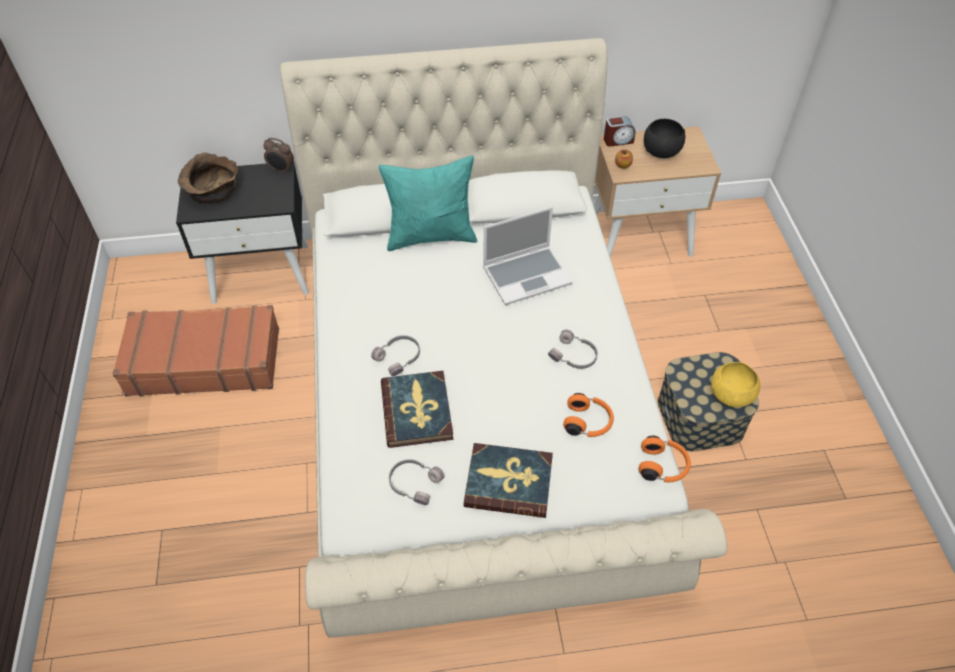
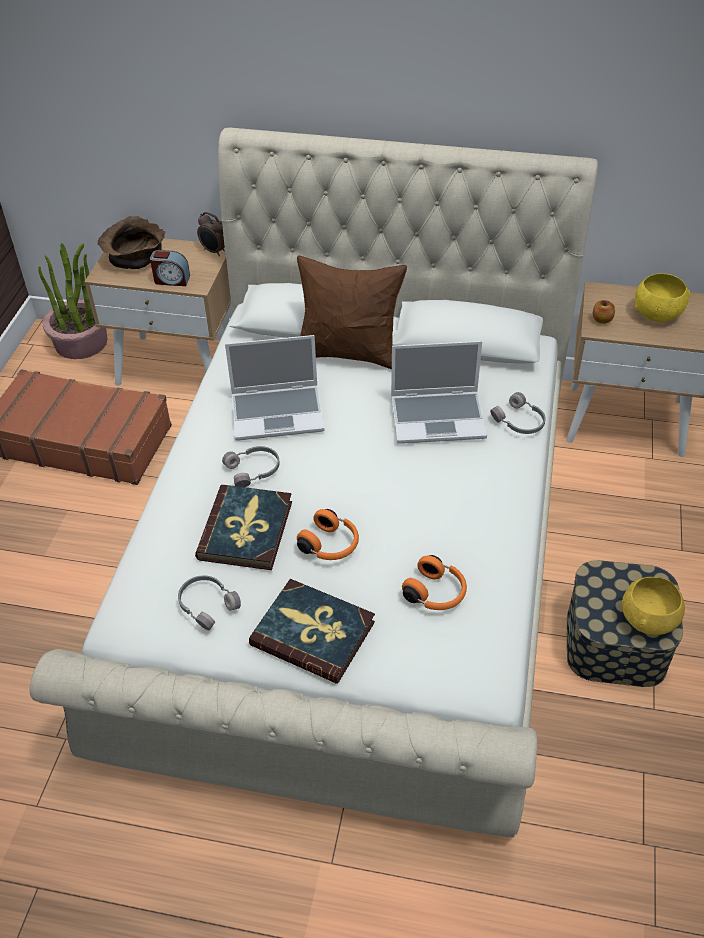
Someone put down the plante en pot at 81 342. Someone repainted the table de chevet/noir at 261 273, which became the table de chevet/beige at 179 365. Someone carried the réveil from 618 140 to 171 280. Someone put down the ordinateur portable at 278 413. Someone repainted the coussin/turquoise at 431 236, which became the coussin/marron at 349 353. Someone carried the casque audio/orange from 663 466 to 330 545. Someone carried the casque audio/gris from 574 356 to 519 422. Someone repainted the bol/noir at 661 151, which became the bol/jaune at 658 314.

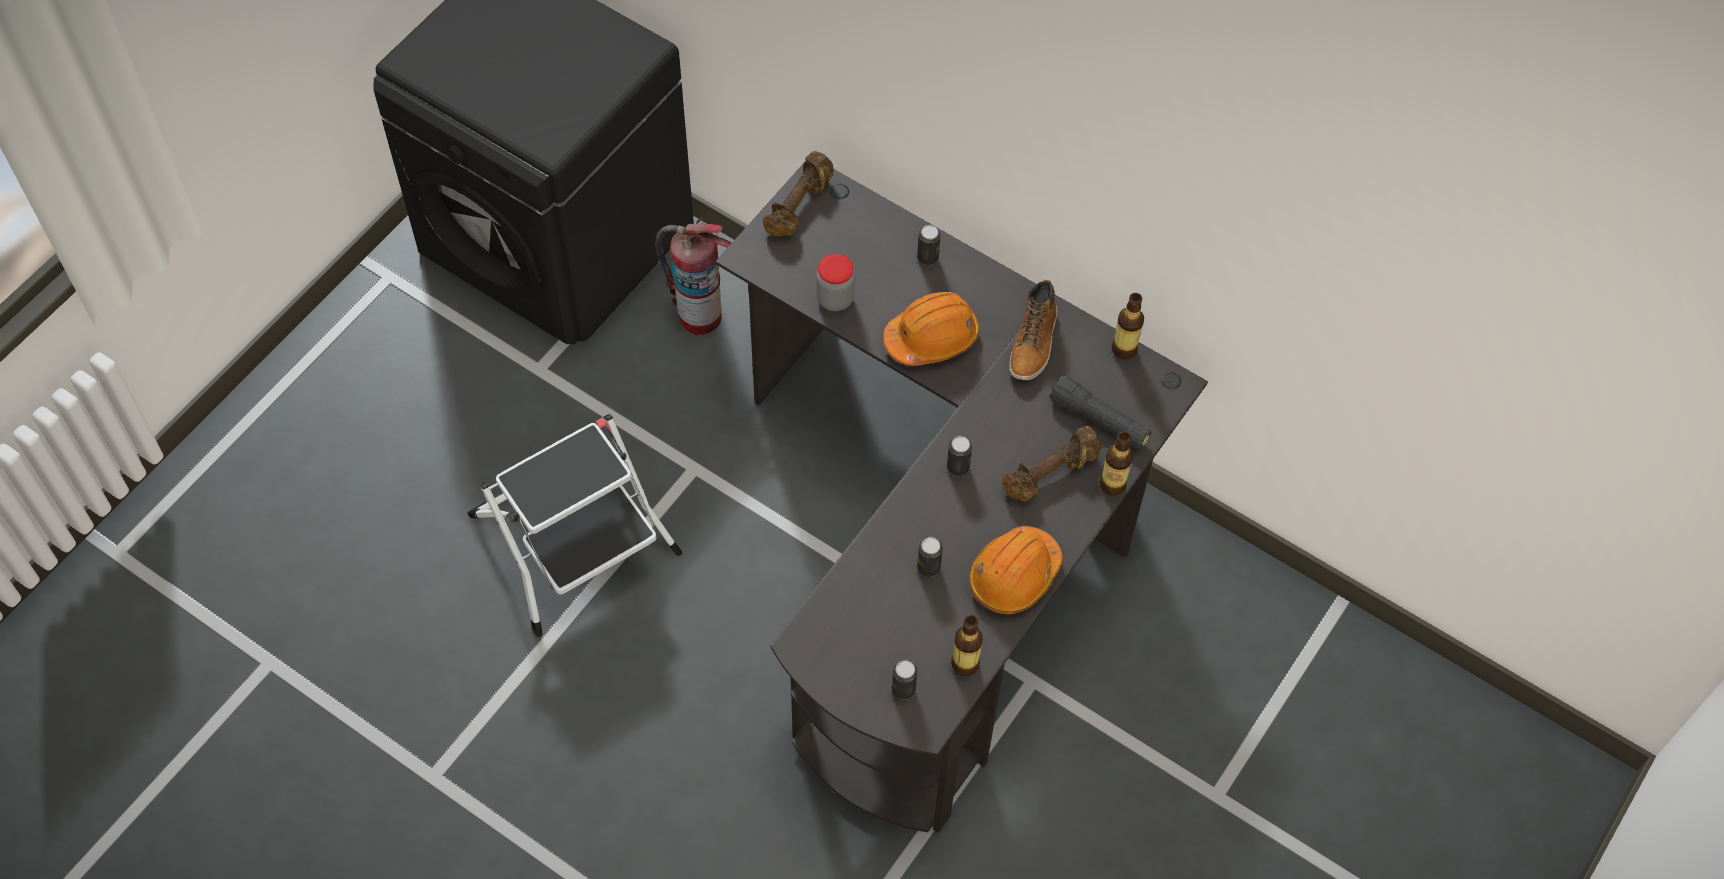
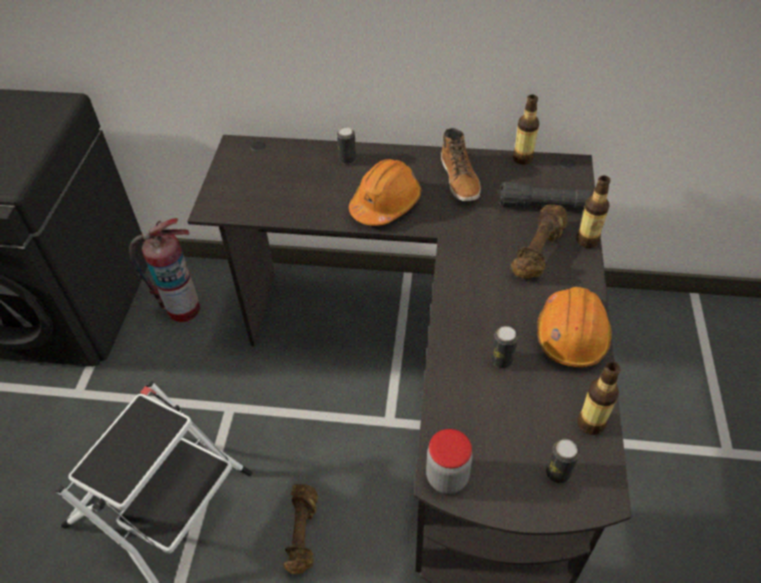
Someone carried the haltère/marron from 800 205 to 303 533. Someone carried the bocal from 835 299 to 447 477. Someone took away the boîte métallique at 958 467.

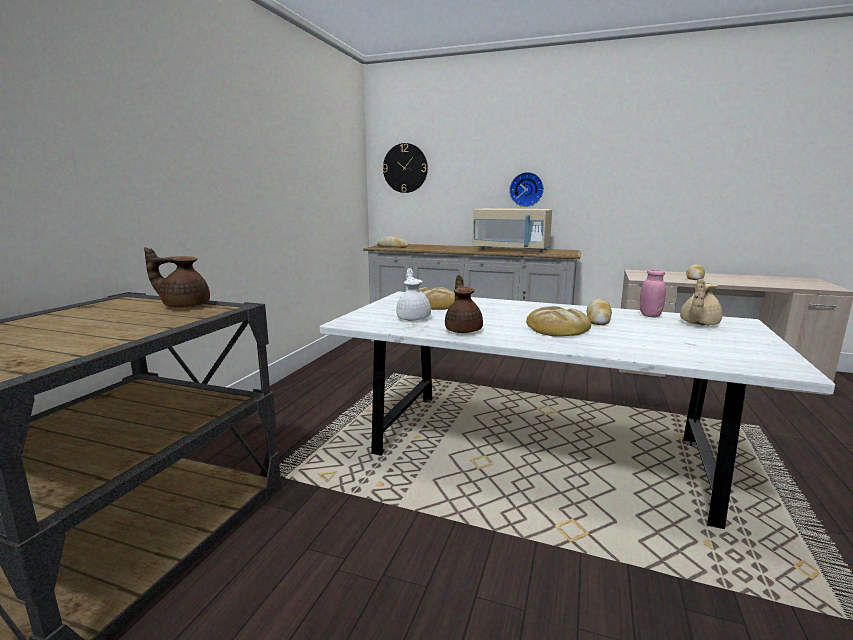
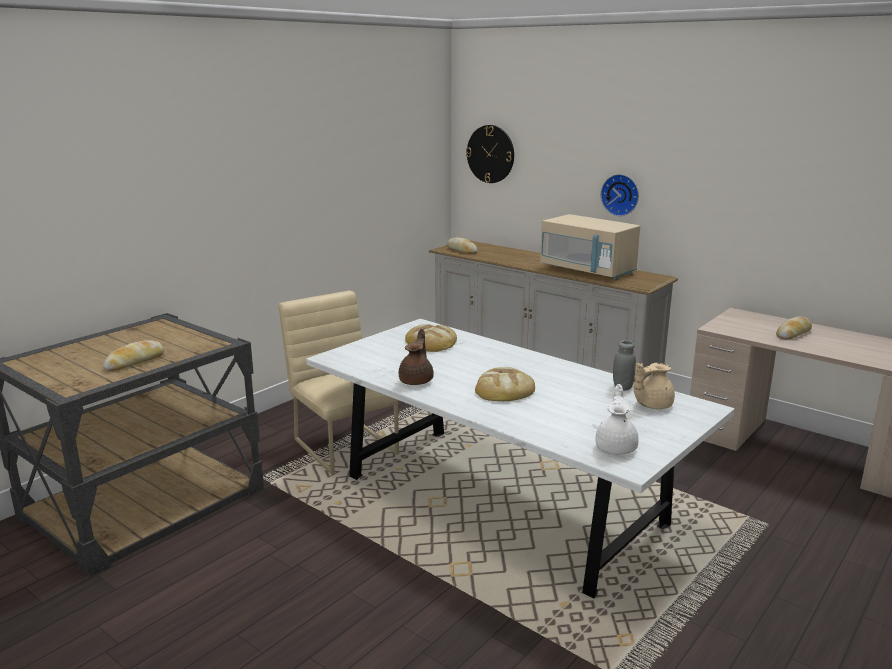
Someone carried the pain from 598 318 to 135 362. Someone put down the chaise/beige at 344 445. Someone carried the théière/blanc from 413 318 to 616 447. Someone repainted the bocal/rose at 650 315, which became the bocal/gris at 622 387. Someone took away the théière/marron at 184 305.

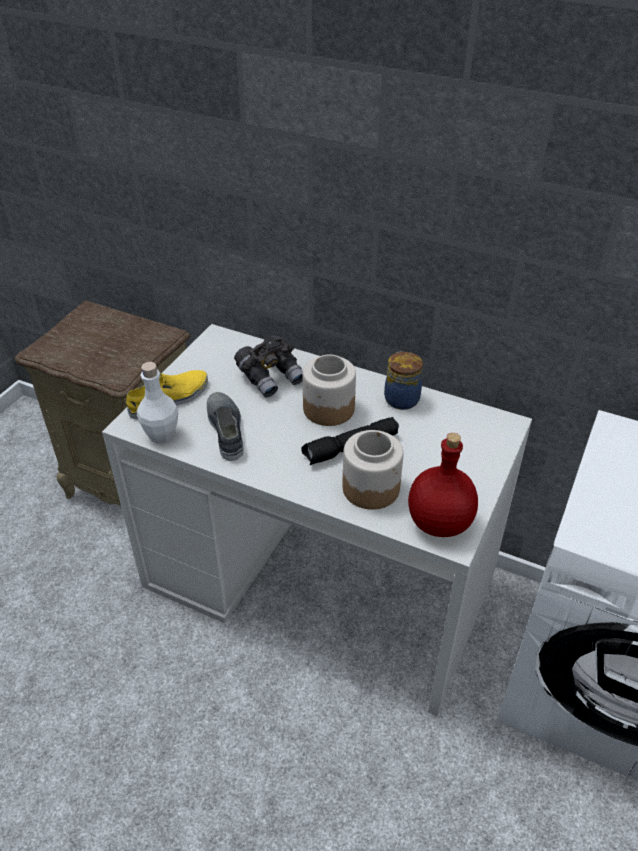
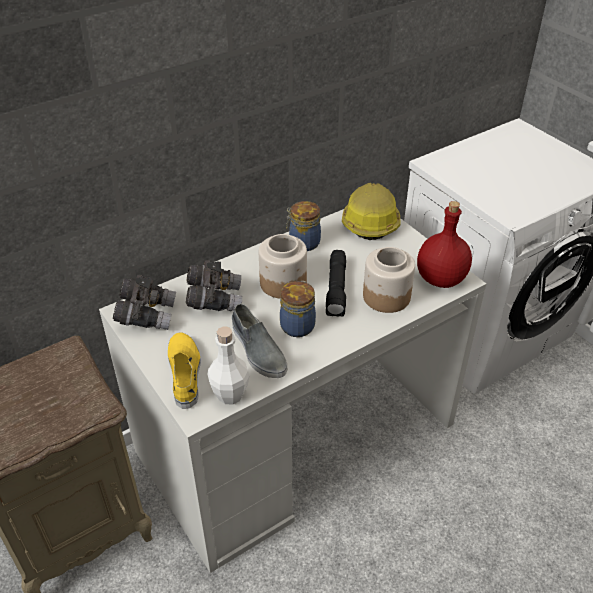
Someone put down the jumelles/gris at 146 315. Someone rotated the chaussure/gris at 226 429 by 135 degrees counterclockwise. Someone put down the bocal at 298 325. Someone put down the casque de chantier at 370 221.

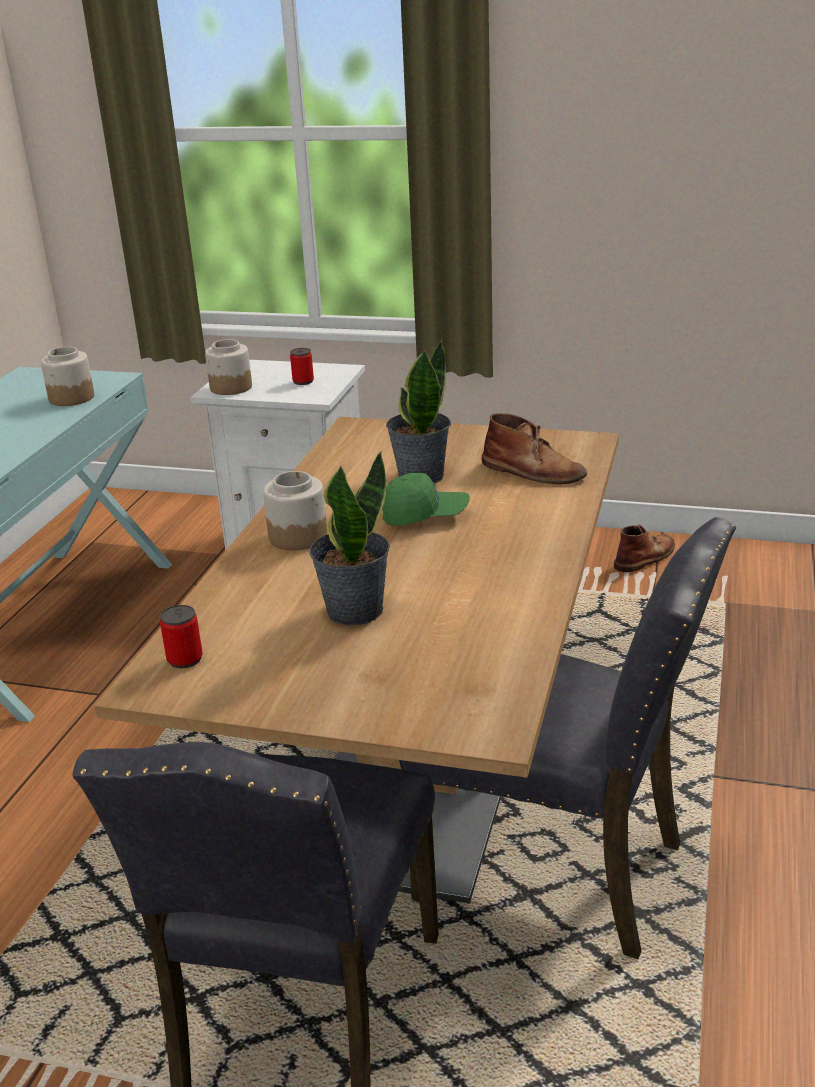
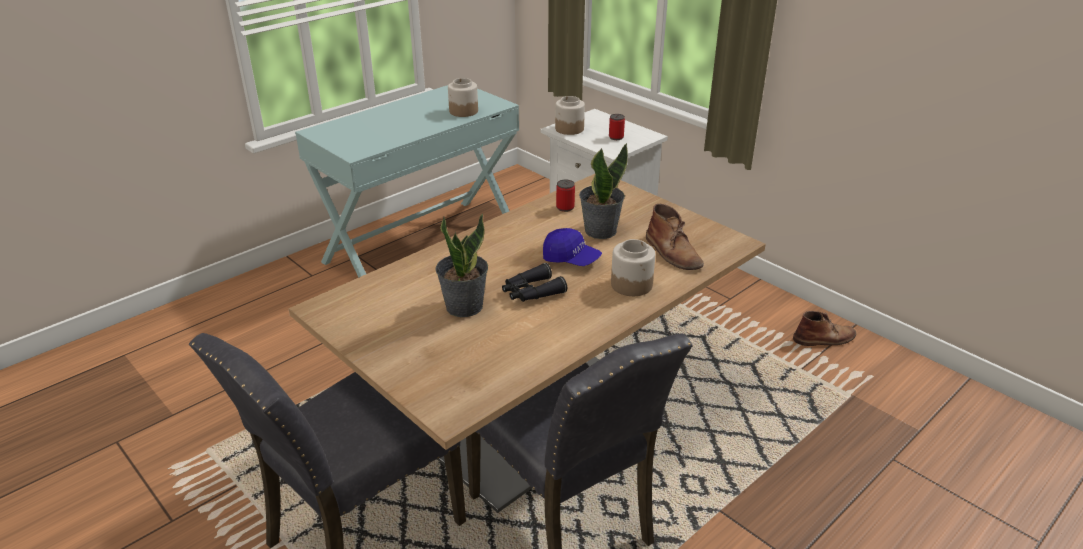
Someone put down the jumelles/noir at 531 292. Someone repainted the casquette/vert at 424 515, which became the casquette/bleu at 571 259. Someone carried the boîte métallique from 185 659 to 565 207. Someone carried the bocal from 298 536 to 631 284.

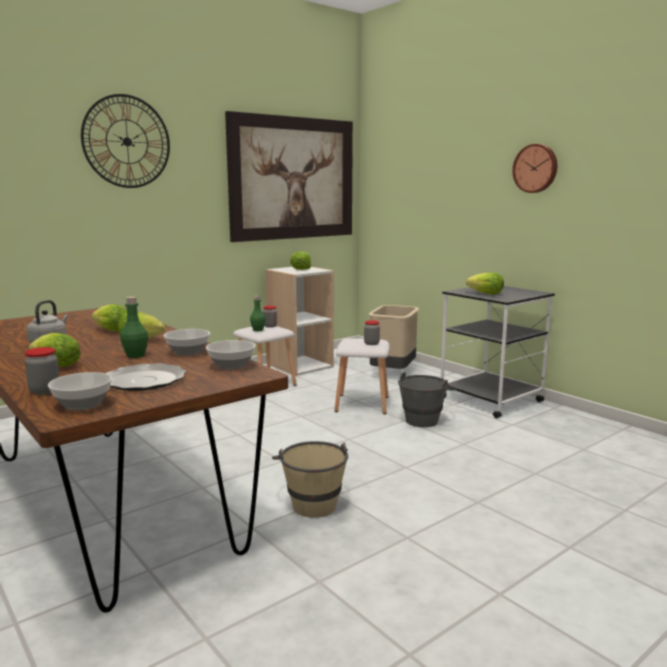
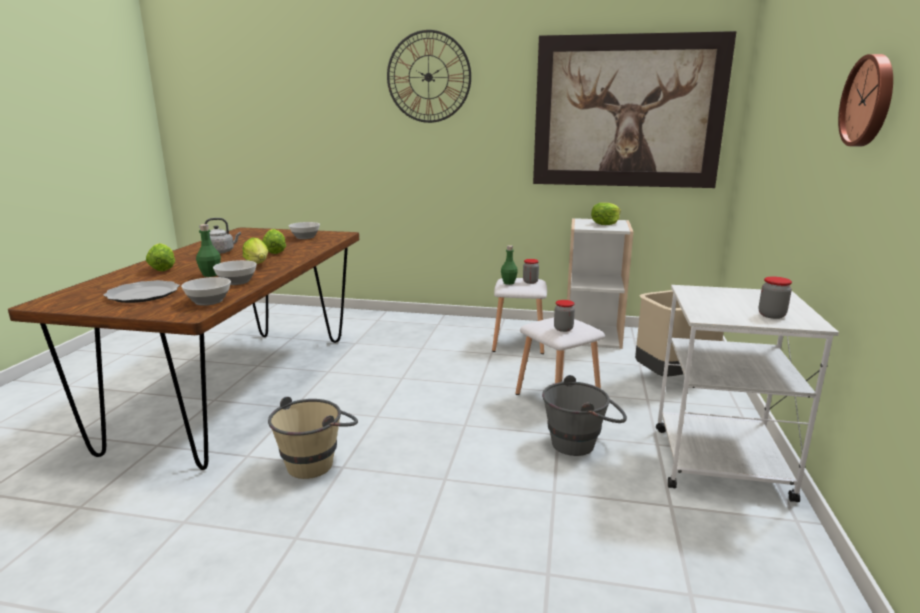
Someone carried the bol from 82 404 to 305 237. Someone repainted the chariot/noir at 492 400, which became the chariot/blanc at 720 464. Someone carried the bocal from 44 391 to 771 315. Someone took away the laitue at 486 294.

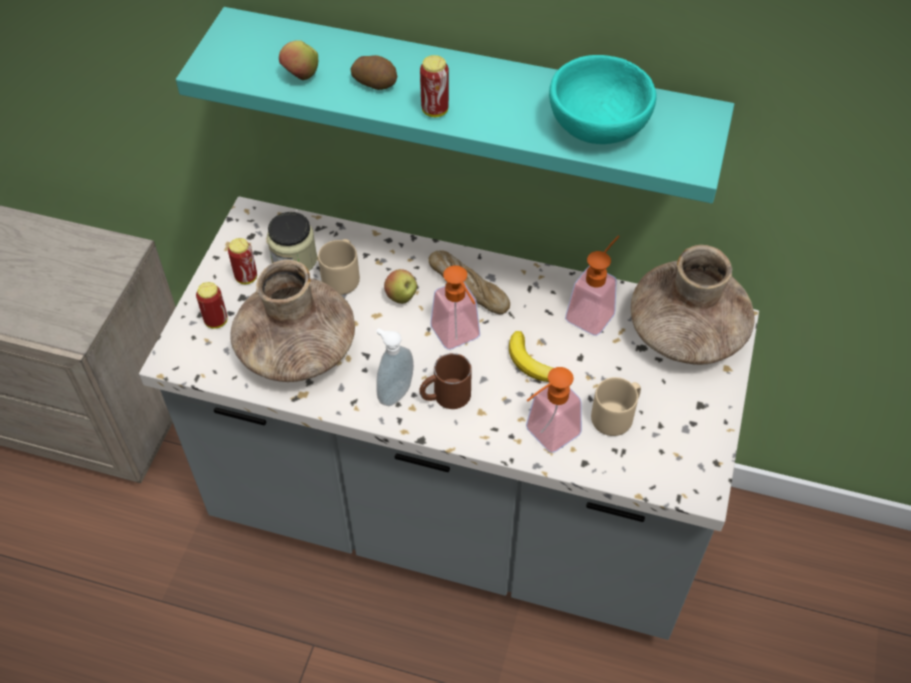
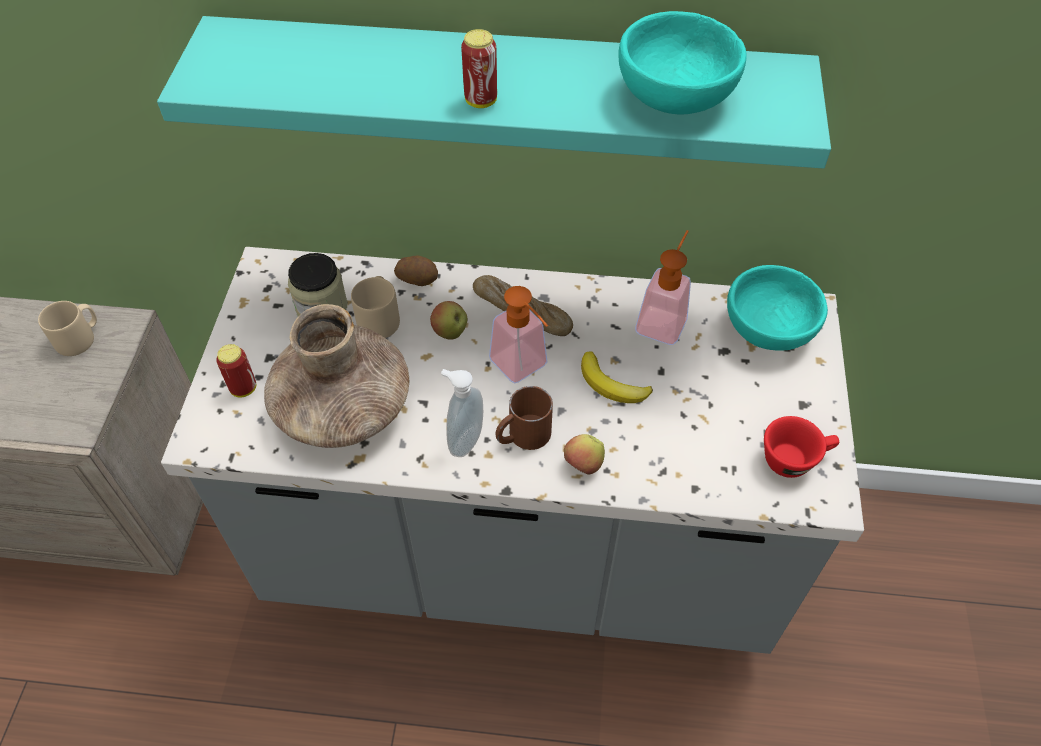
Someone carried the mug/beige from 615 416 to 79 339. Someone carried the pomme de terre from 375 82 to 417 278. Someone carried the pomme from 301 76 to 583 465. Someone swapped the vase/marron at 686 332 for the bol/turquoise at 767 328. Someone put down the tasse/rouge at 794 458. Someone took away the boîte métallique at 246 277. Someone took away the distributeur de savon at 545 436.

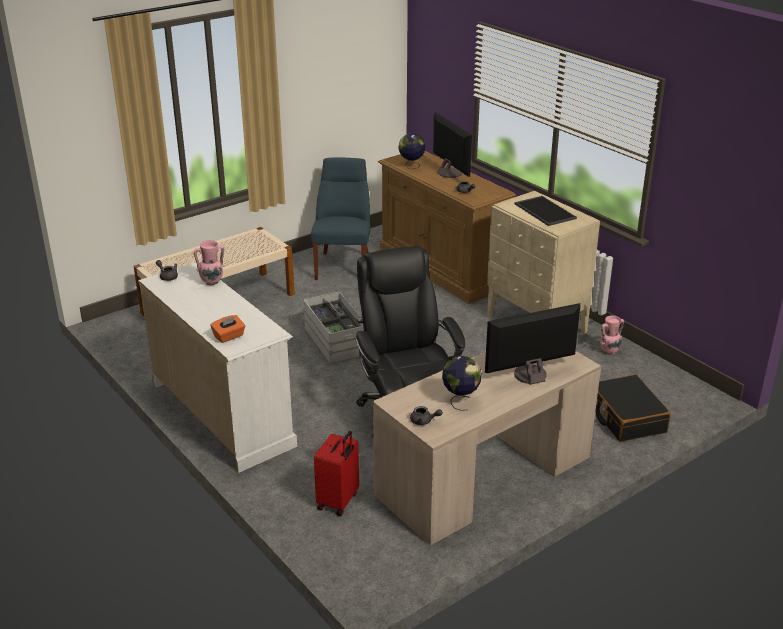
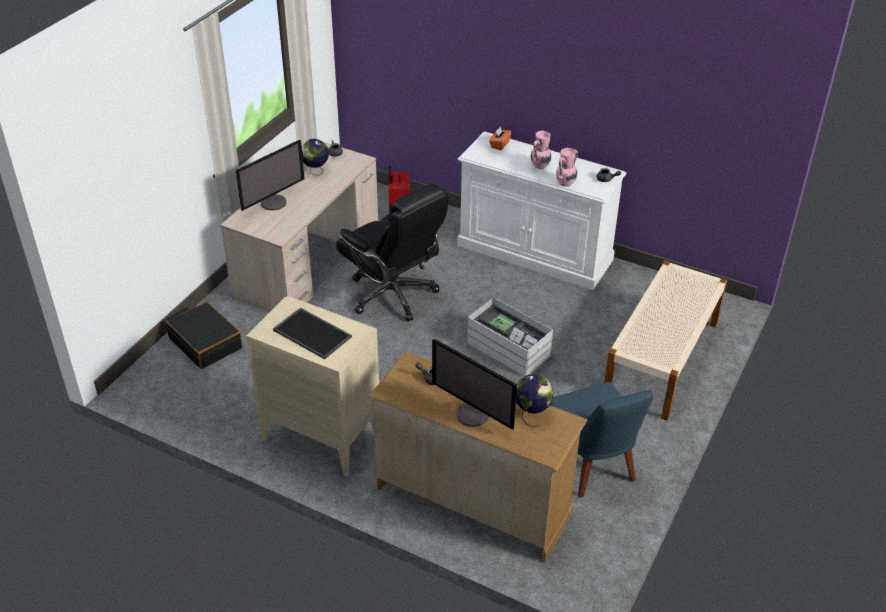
Someone carried the vase/rose from 609 351 to 540 166.

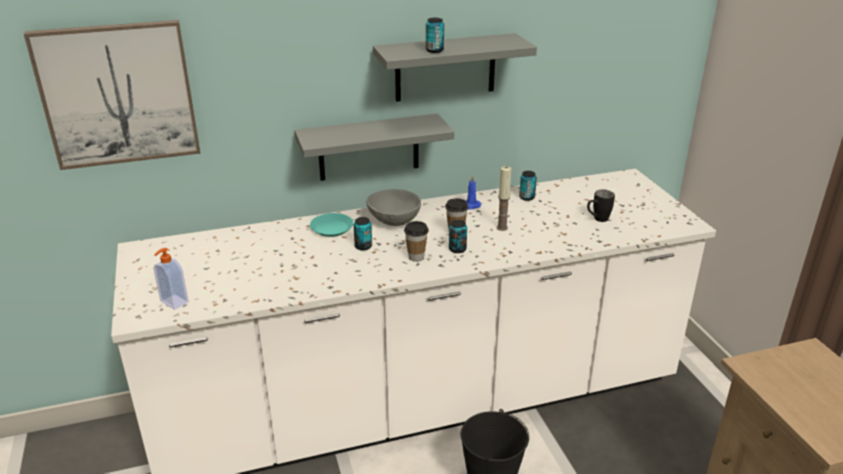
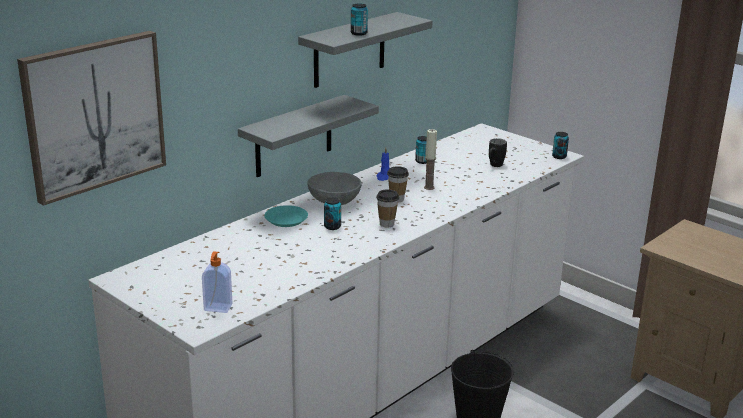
Someone carried the boîte métallique from 457 249 to 559 156.

